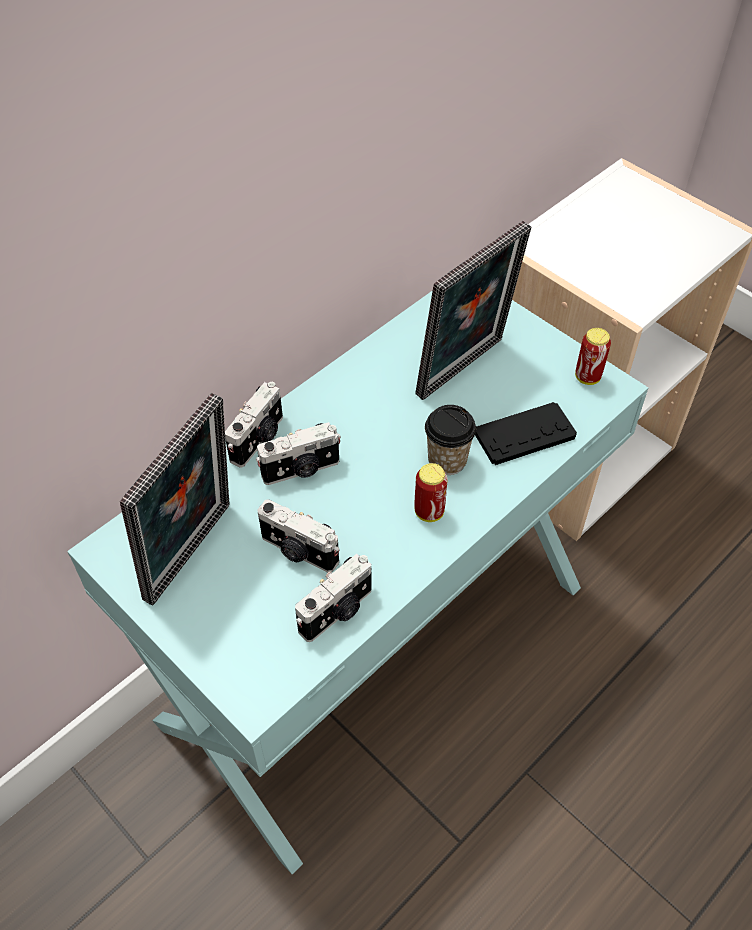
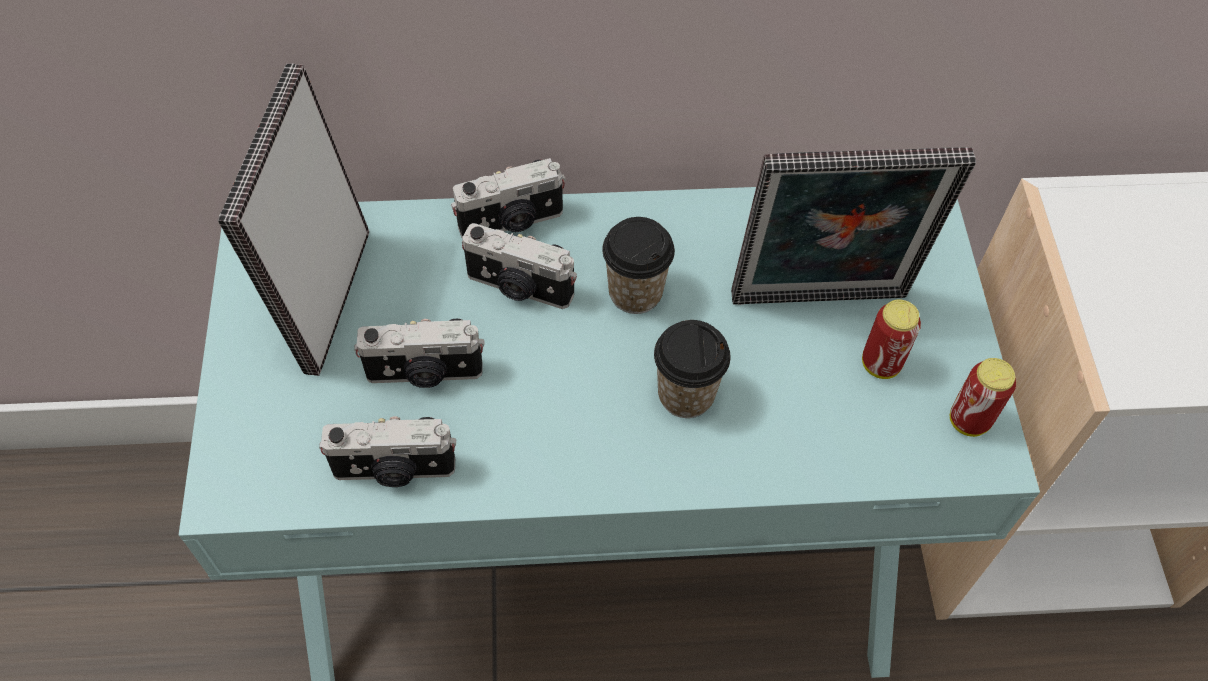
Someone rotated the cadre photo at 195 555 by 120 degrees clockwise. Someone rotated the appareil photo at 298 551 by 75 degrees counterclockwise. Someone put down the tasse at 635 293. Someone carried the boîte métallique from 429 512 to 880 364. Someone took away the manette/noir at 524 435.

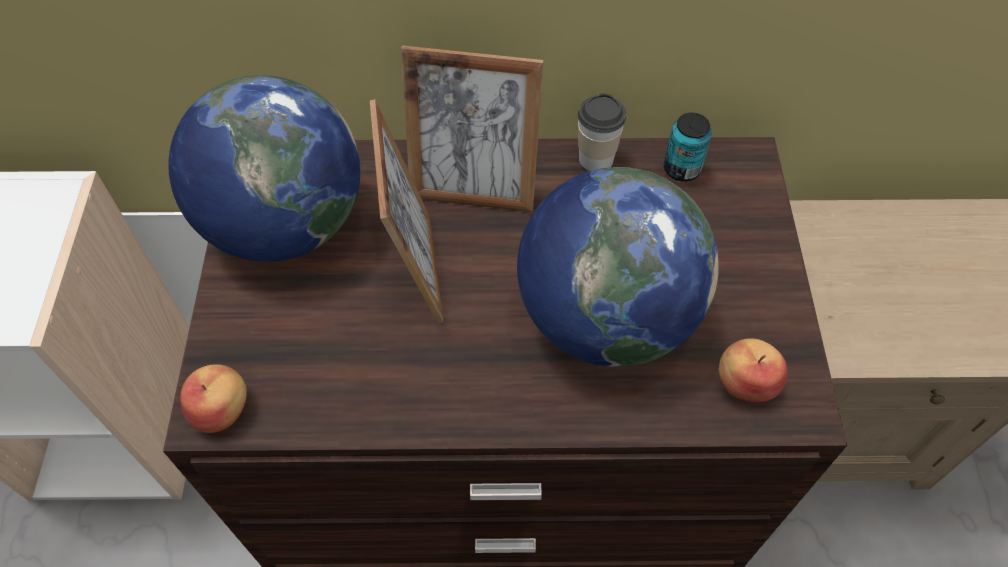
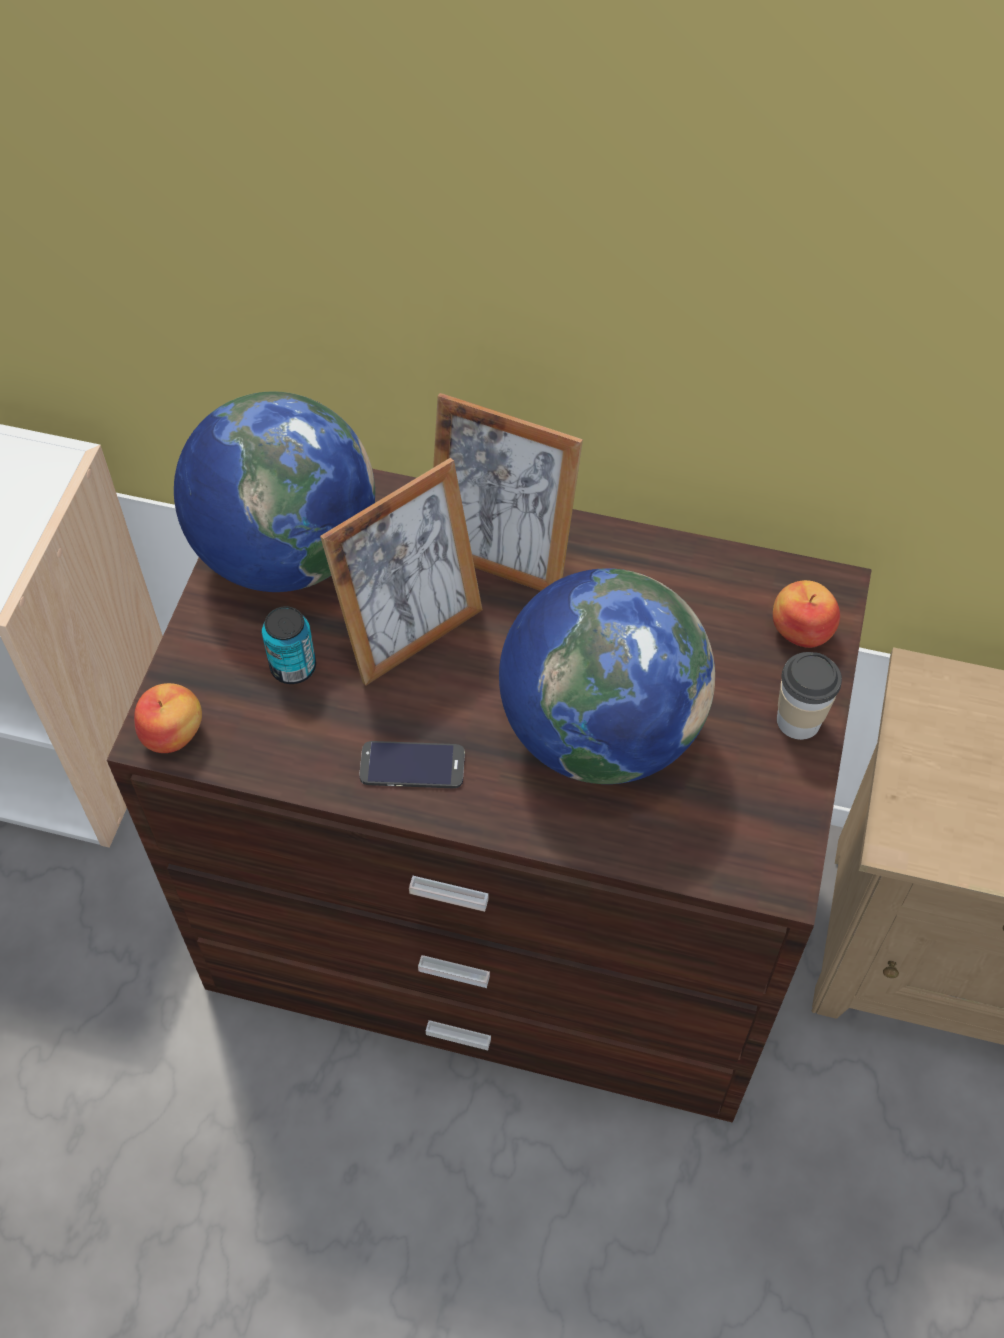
Someone carried the boîte métallique from 681 169 to 293 667. Someone rotated the cadre photo at 416 270 by 45 degrees clockwise. Someone put down the téléphone at 412 766. Someone carried the pomme from 746 383 to 801 629. Someone carried the tasse from 596 159 to 798 721.

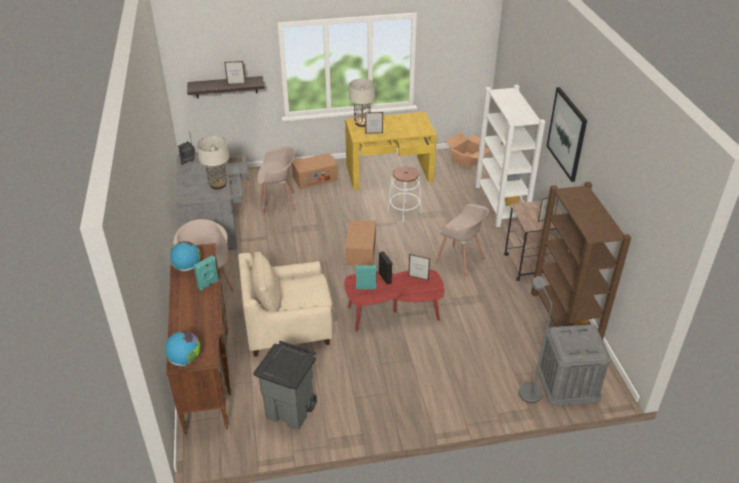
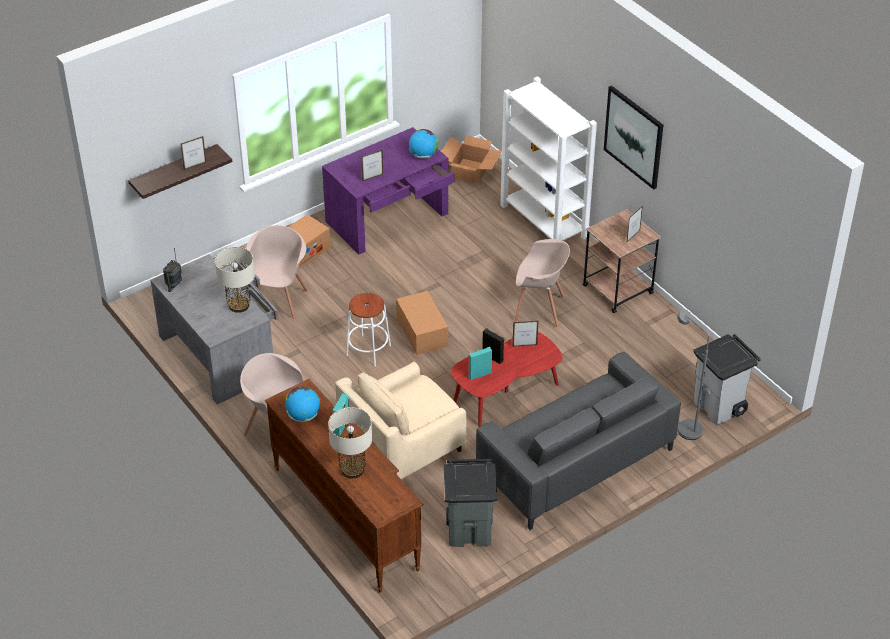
Someone rotated the chaise/beige at 279 203 by 45 degrees counterclockwise. Someone repainted the bureau/jaune at 391 175, which became the bureau/violet at 391 221. Someone carried the lampe de table from 362 123 to 352 470. Someone carried the tabouret/blanc from 404 212 to 368 350. Someone carried the globe from 185 360 to 423 155. Someone put down the canapé/gris at 575 463. Someone swapped the boîte de rangement/gris at 568 382 for the poubelle/gris at 719 407. Someone took away the bibliothèque/marron at 564 319.

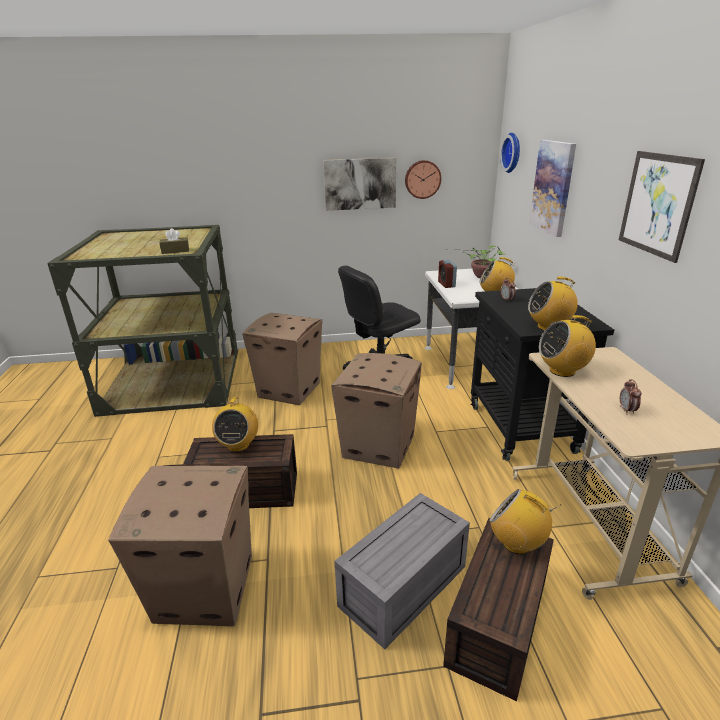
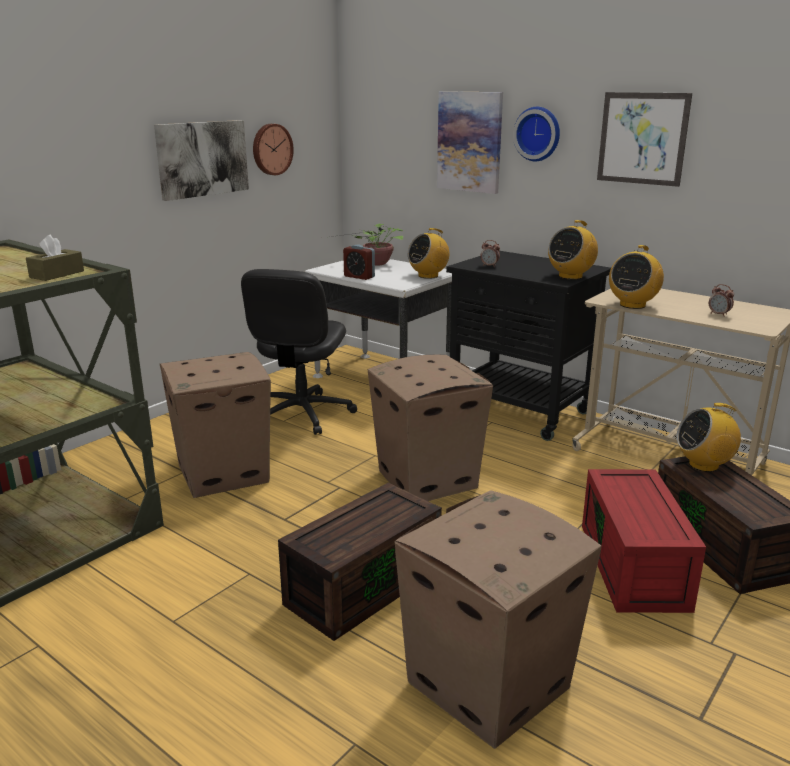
Someone carried the horloge murale from 513 152 to 538 134. Someone repainted the boîte de rangement/gris at 403 588, which became the boîte de rangement/rouge at 636 567. Someone took away the radio at 238 445.

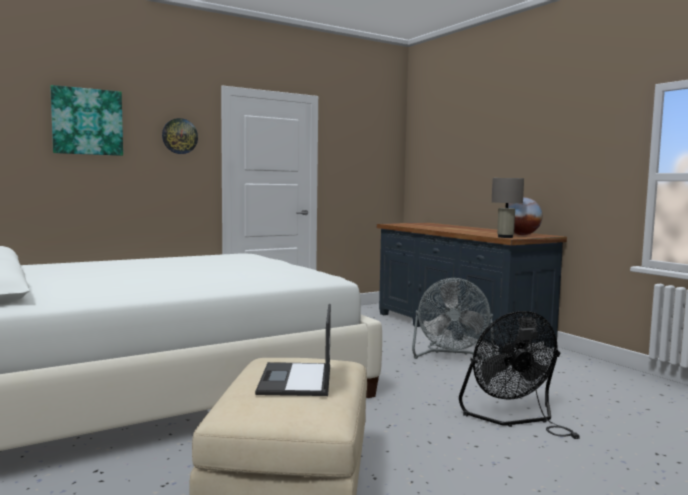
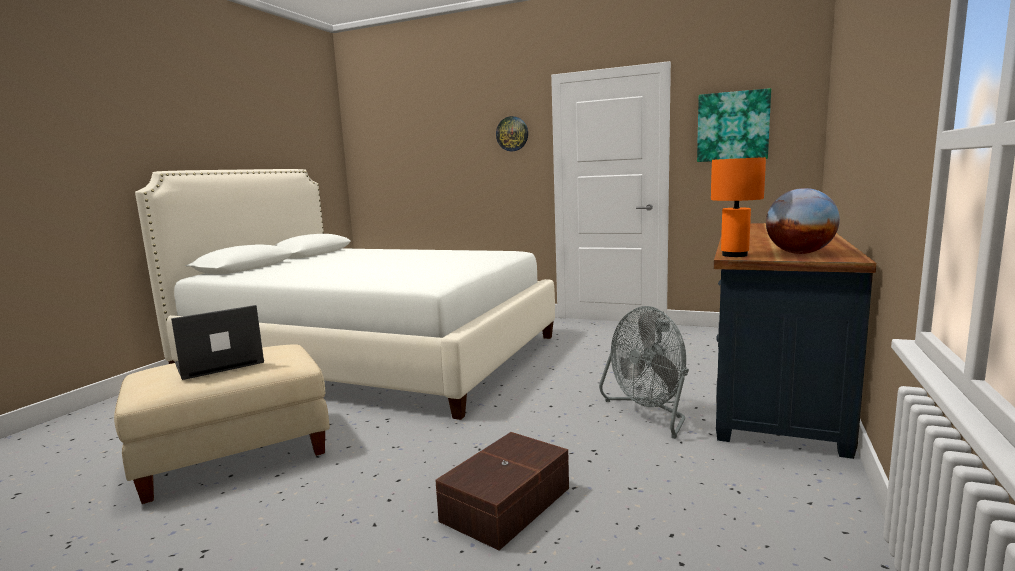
Someone swapped the ventilateur/noir at 521 417 for the boîte de rangement/marron at 504 504. Someone carried the tableau from 87 121 to 732 126. Someone repainted the lampe de table/gris at 505 237, which became the lampe de table/orange at 735 255.

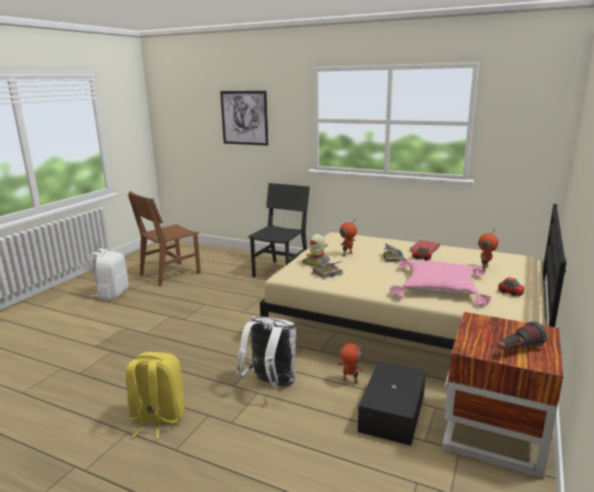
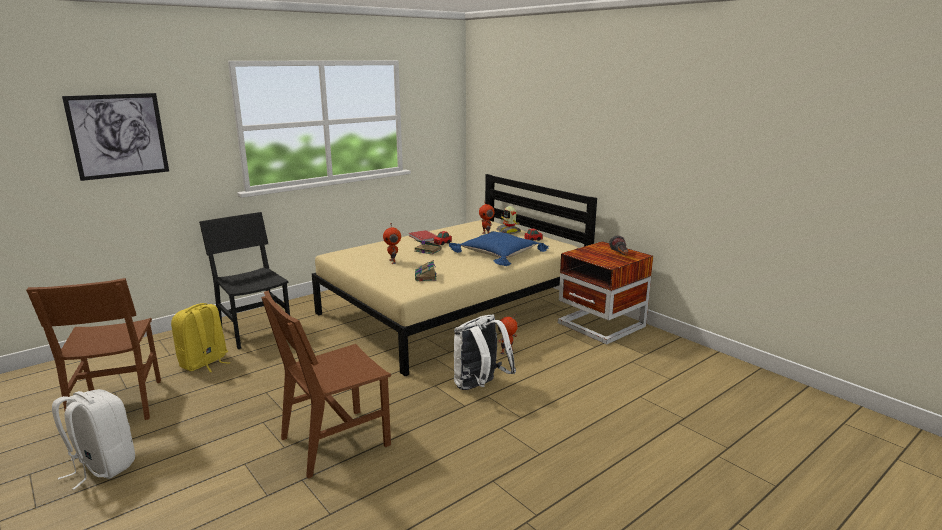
Someone carried the sac à dos/jaune from 157 418 to 204 363. Someone put down the chaise/marron at 335 441. Someone repainted the coussin/rose at 438 285, which became the coussin/bleu at 499 252. Someone carried the robot jouet from 316 262 to 509 231. Someone took away the boîte de rangement/noir at 394 412.

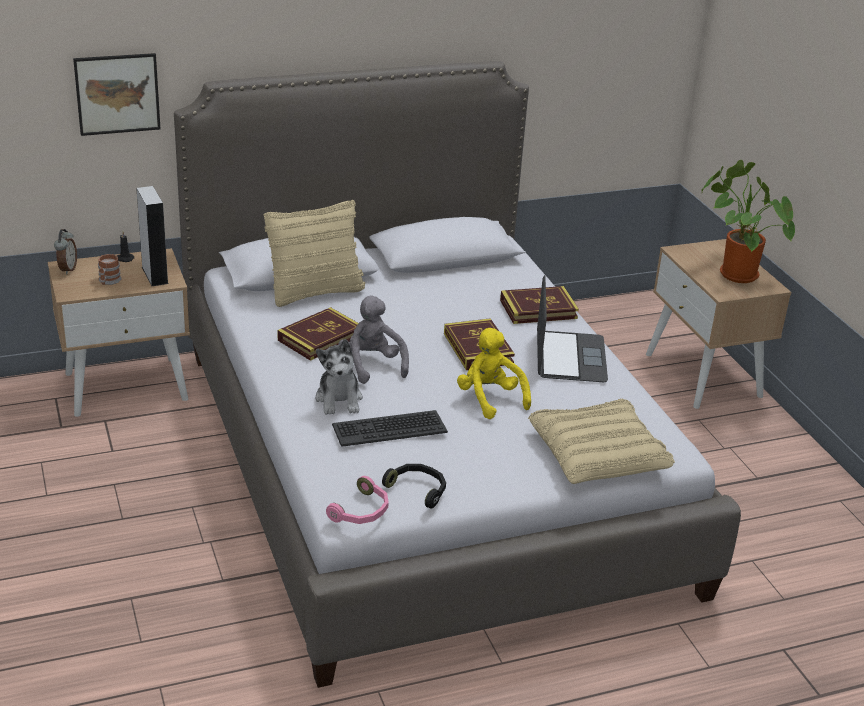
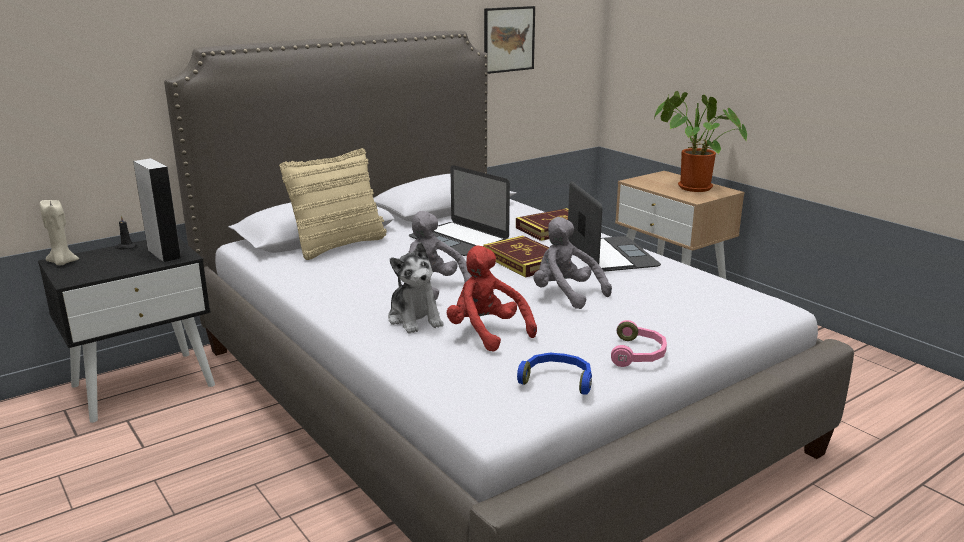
Someone repainted the table de chevet/beige at 127 386, which became the table de chevet/noir at 144 385. Someone swapped the réveil at 67 269 for the bougie/beige at 62 263. Someone put down the ordinateur portable at 458 239. Someone swapped the clavier at 389 429 for the peluche/rouge at 486 333. Someone carried the tableau from 117 94 to 509 39. Someone repainted the casque audio/noir at 418 489, which became the casque audio/bleu at 557 380. Someone repainted the peluche/jaune at 490 399, which became the peluche/gris at 565 294. Someone carried the casque audio/rose from 362 511 to 639 354. Someone took away the mug at 108 281. Someone took away the livre at 320 338. Someone took away the coussin/beige at 598 454.

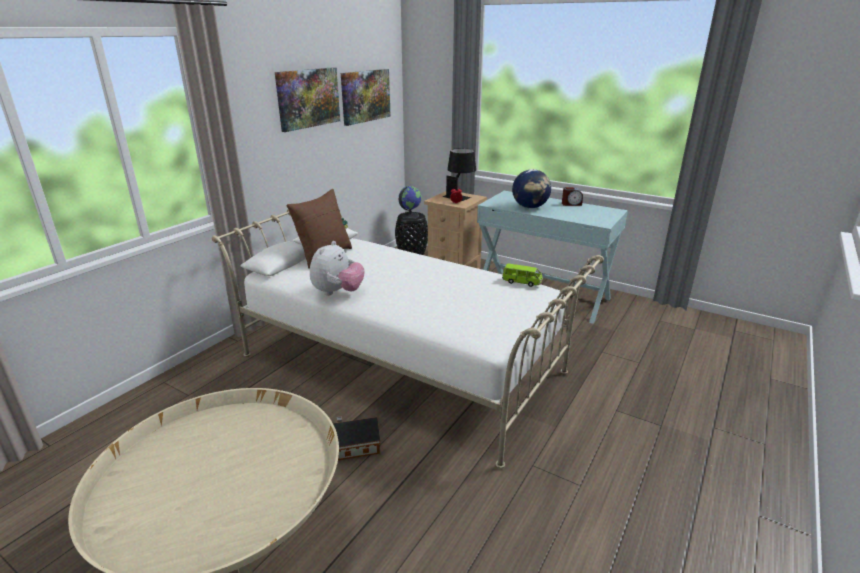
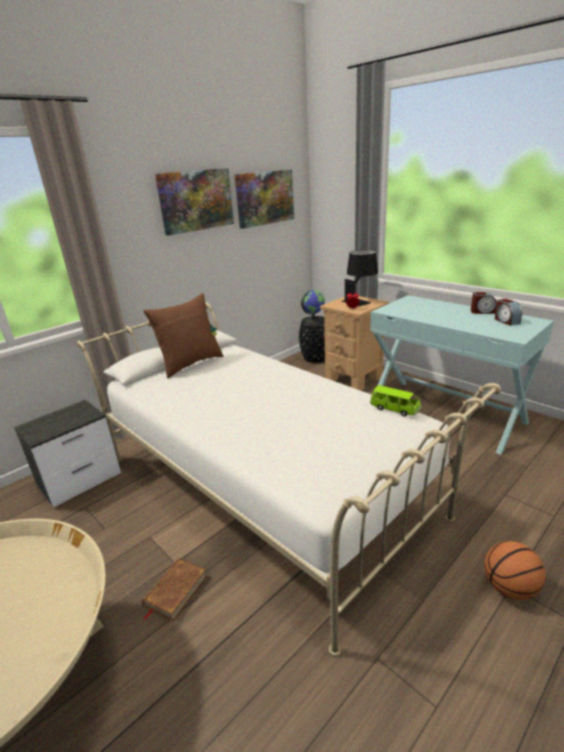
Someone put down the table de chevet at 81 479. Someone swapped the maison miniature at 355 447 for the livre/marron at 175 591. Someone put down the ballon de basket at 509 588. Someone put down the réveil at 506 321. Someone took away the peluche at 338 292. Someone took away the globe at 530 207.

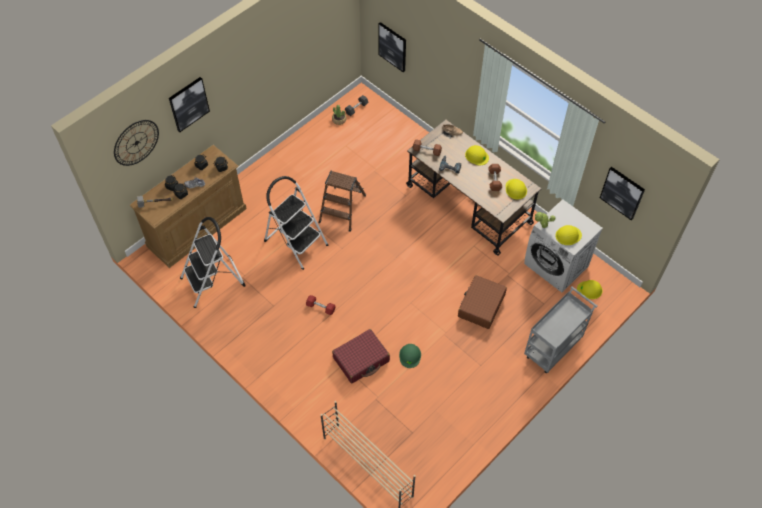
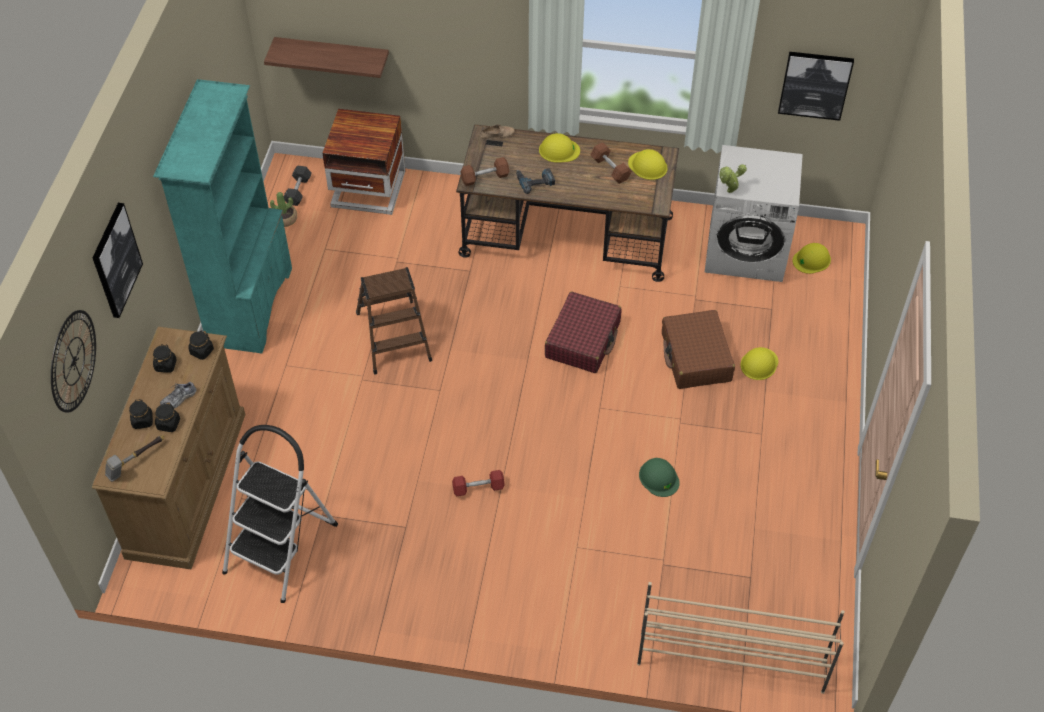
Someone put down the bibliothèque/turquoise at 250 305. Someone swapped the tableau at 393 46 for the étagère at 332 55. Someone put down the table de chevet at 368 189. Someone carried the valise/rouge from 361 359 to 583 340. Someone carried the casque de chantier/jaune from 568 235 to 759 364. Someone took away the escabeau at 295 242. Someone took away the chariot/gris at 553 348.

